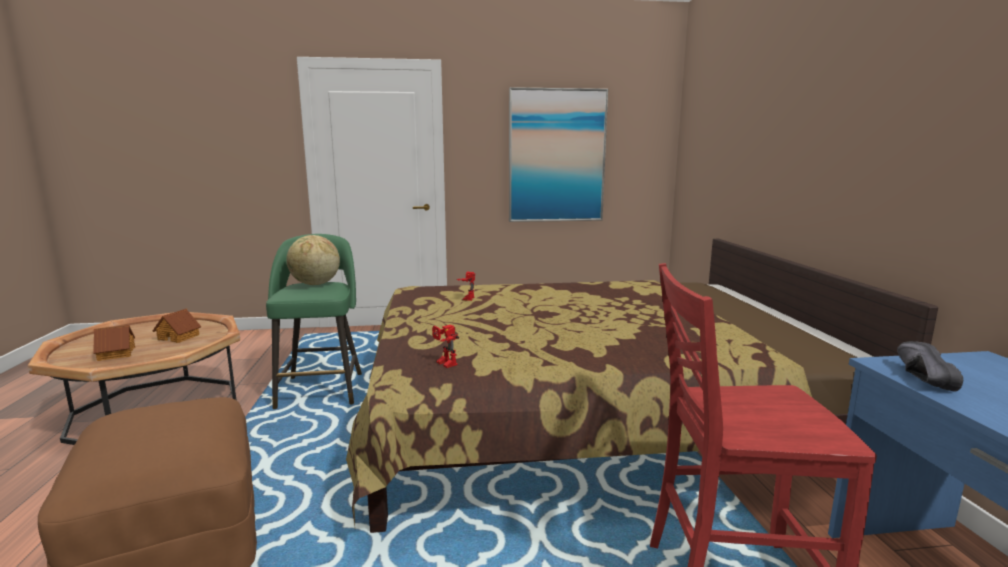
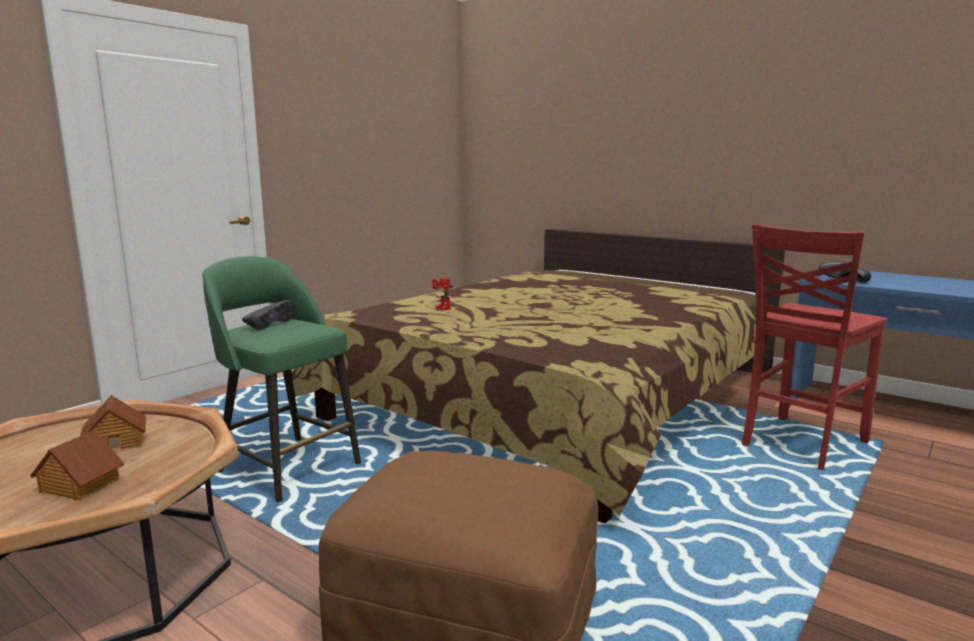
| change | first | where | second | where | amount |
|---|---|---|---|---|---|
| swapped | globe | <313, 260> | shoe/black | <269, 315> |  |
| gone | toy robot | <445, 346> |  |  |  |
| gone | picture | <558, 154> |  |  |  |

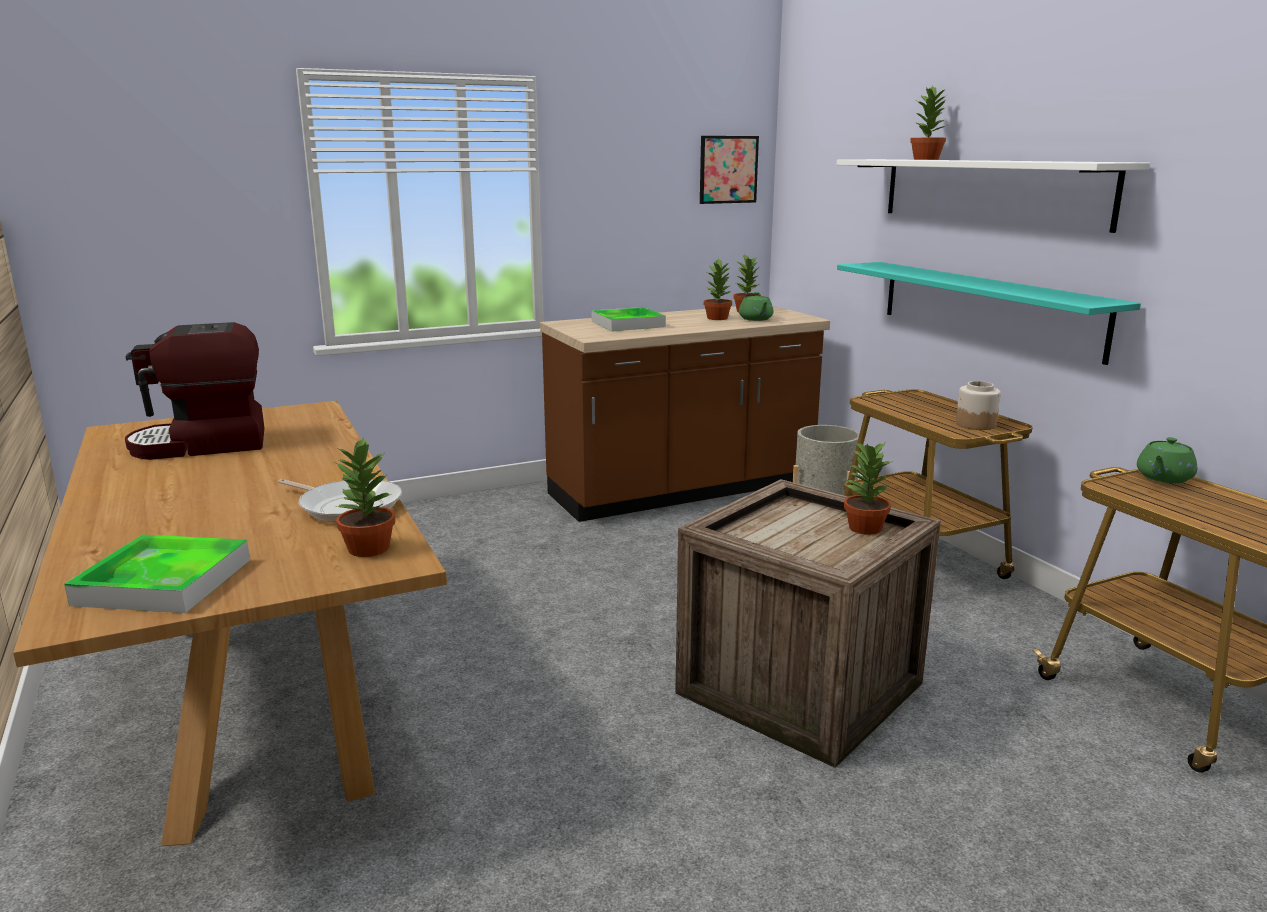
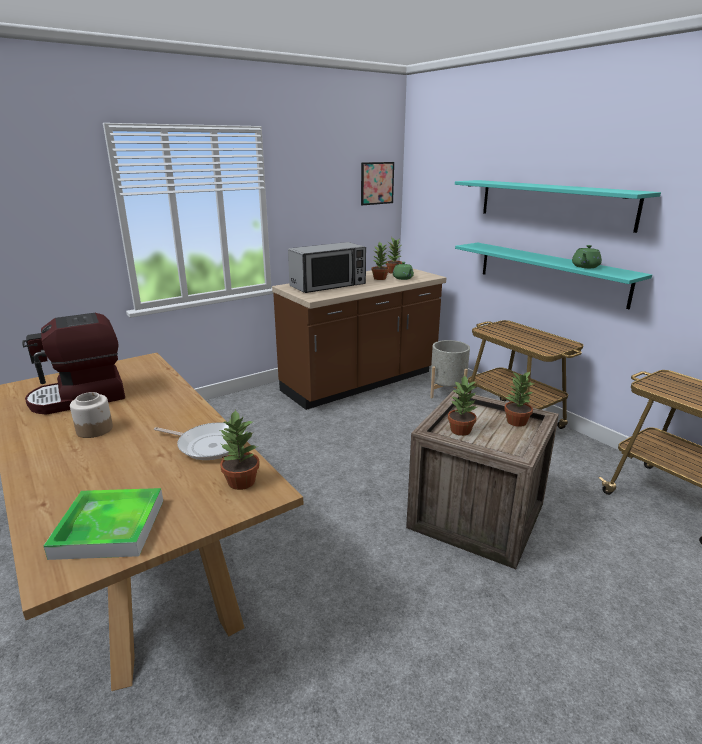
| change | first | where | second | where | amount |
|---|---|---|---|---|---|
| shifted | jar | <978, 405> |  | <91, 415> |  |
| swapped | tray | <629, 319> | microwave oven | <327, 267> |  |
| shifted | potted plant | <929, 123> |  | <462, 405> |  |
| repainted | bracket shelf/white-coloured | <993, 196> | bracket shelf/turquoise-coloured | <558, 206> |  |
| shifted | tea pot/green | <1167, 460> |  | <587, 256> |  |

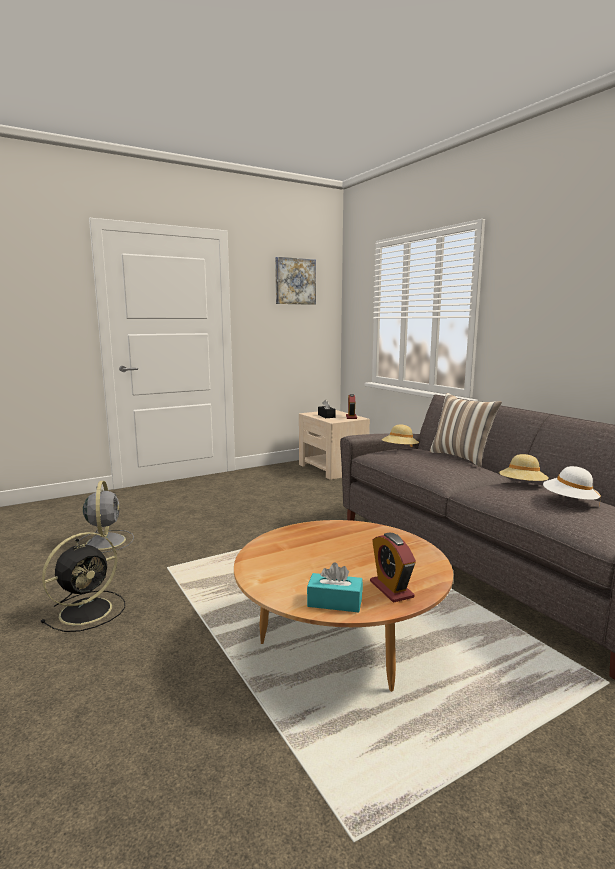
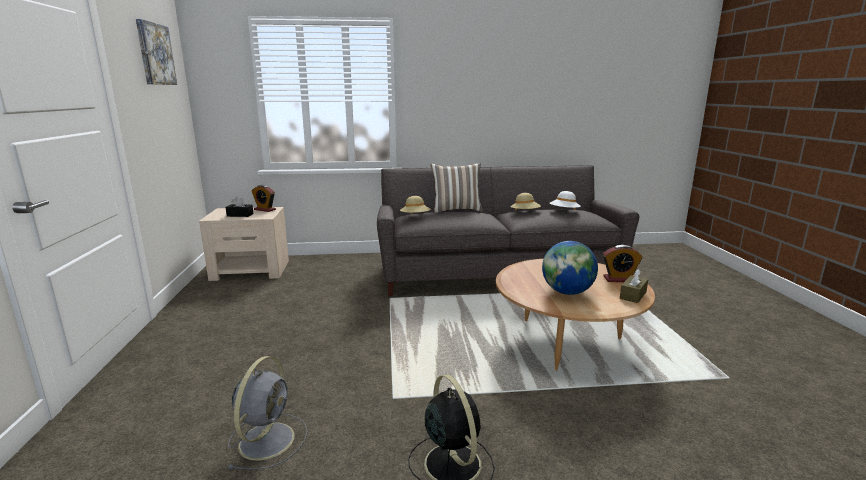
| change | first | where | second | where | amount |
|---|---|---|---|---|---|
| rotated | electric fan/greyish | <106, 517> |  | <267, 413> | 90 degrees clockwise |
| new |  |  | globe | <570, 268> |  |
| repainted | box of tissues/turquoise-coloured | <335, 587> | box of tissues/brown | <634, 286> |  |

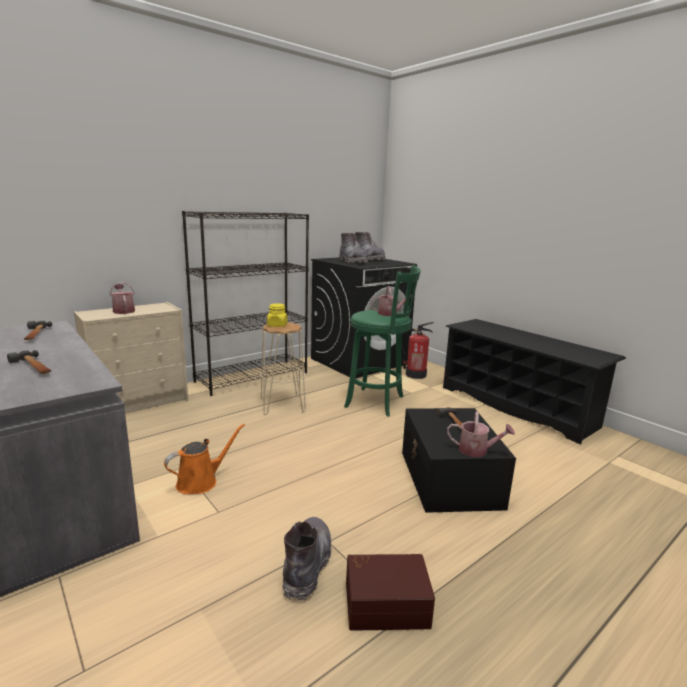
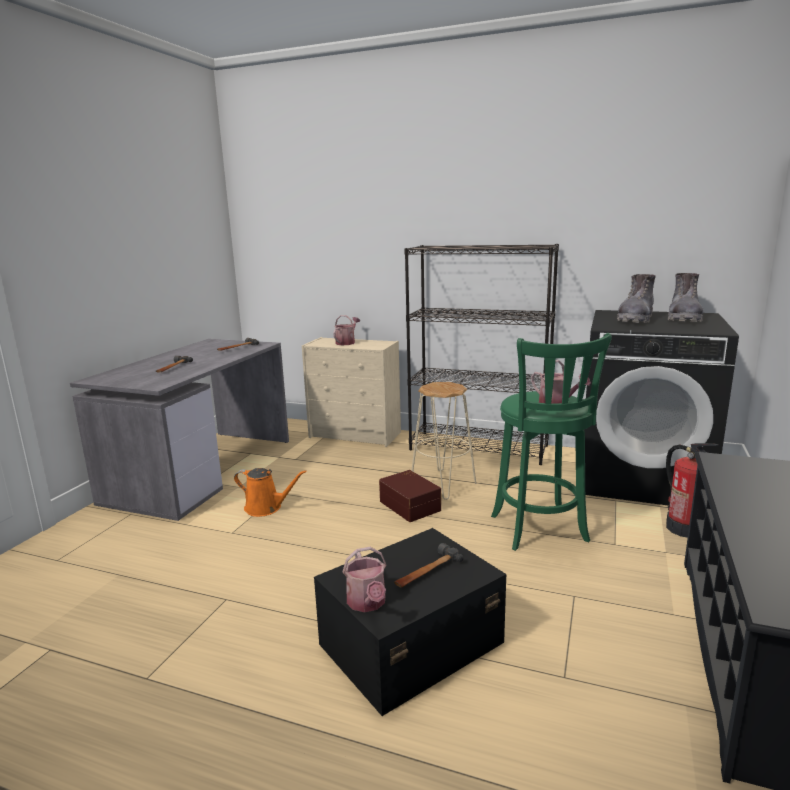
| change | first | where | second | where | amount |
|---|---|---|---|---|---|
| shifted | storage container/brown | <390, 592> |  | <410, 496> |  |
| gone | jar/yellowish | <277, 315> |  |  |  |
| gone | boot/greyish | <307, 559> |  |  |  |

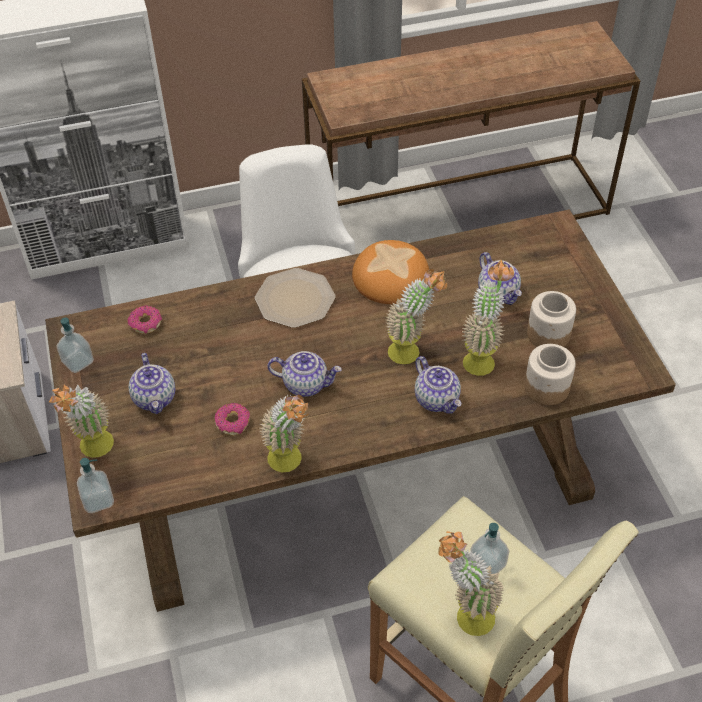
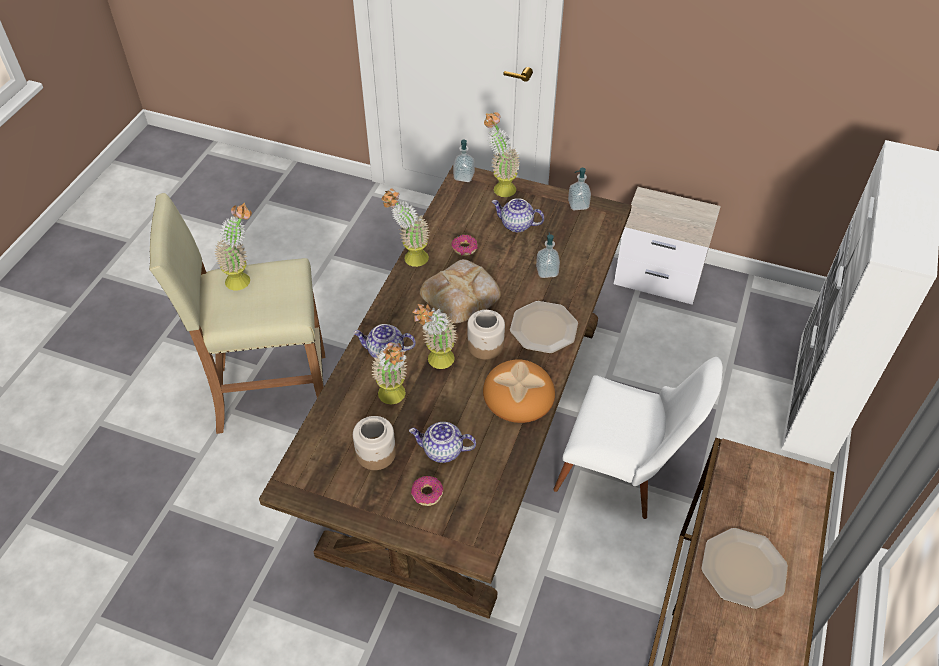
| change | first | where | second | where | amount |
|---|---|---|---|---|---|
| shifted | doughnut | <145, 320> |  | <427, 491> |  |
| swapped | tea pot | <304, 374> | bread | <460, 291> |  |
| shifted | jar | <550, 374> |  | <486, 335> |  |
| shifted | soap bottle | <489, 548> |  | <548, 255> |  |
| new |  |  | plate | <744, 568> |  |

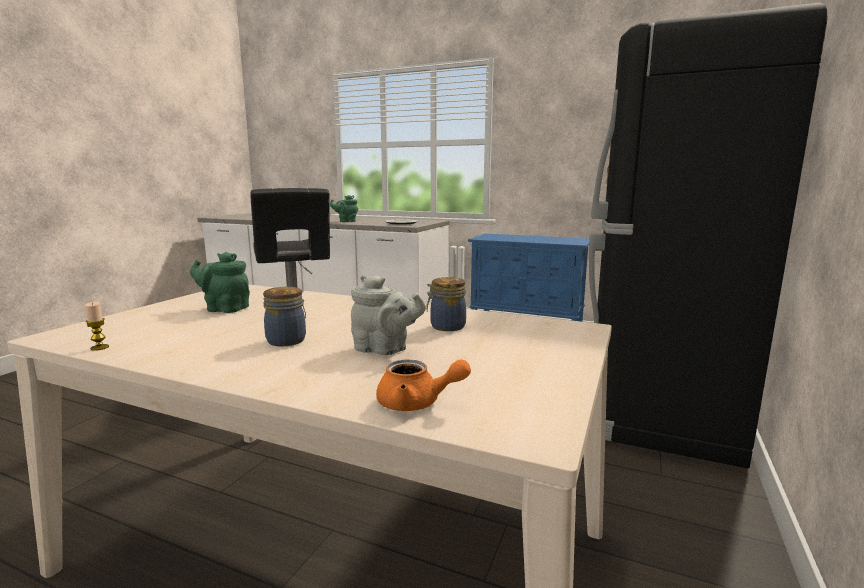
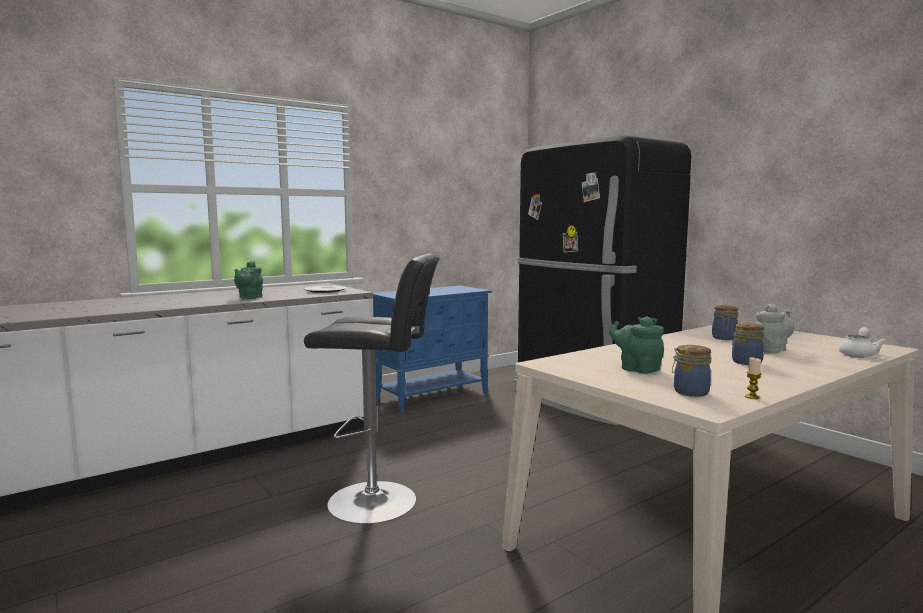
| change | first | where | second | where | amount |
|---|---|---|---|---|---|
| rotated | tea pot/green | <220, 282> |  | <636, 345> | 90 degrees clockwise |
| new |  |  | jar | <691, 371> |  |
| repainted | tea pot/orange | <423, 385> | tea pot/white-coloured | <862, 342> |  |

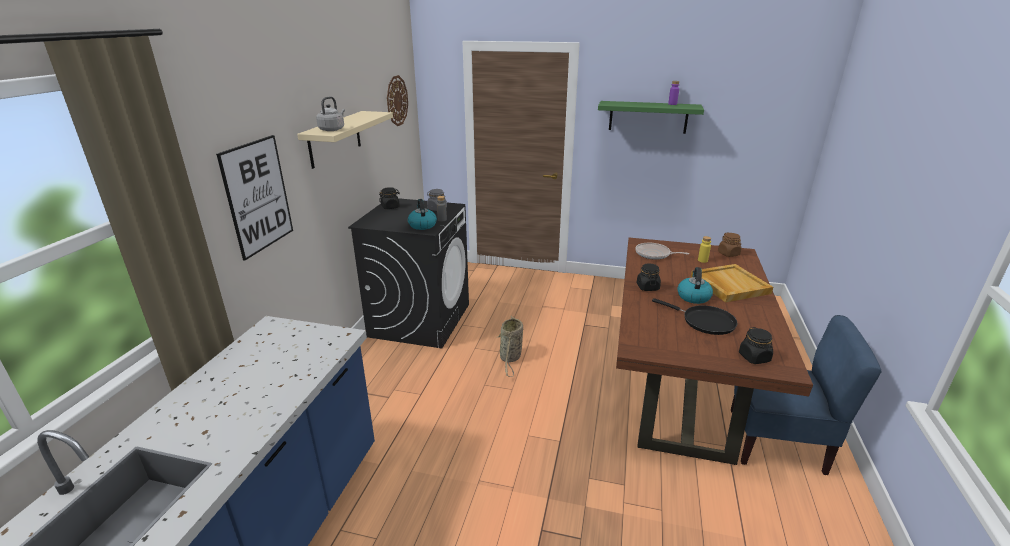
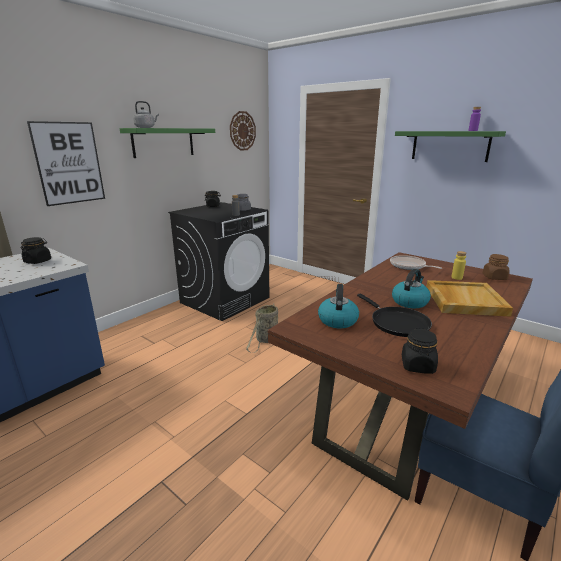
| change | first | where | second | where | amount |
|---|---|---|---|---|---|
| shifted | jar/black | <649, 277> |  | <36, 250> |  |
| repainted | bracket shelf/beige | <345, 140> | bracket shelf/green | <167, 143> |  |
| shifted | tea kettle | <422, 214> |  | <338, 306> |  |

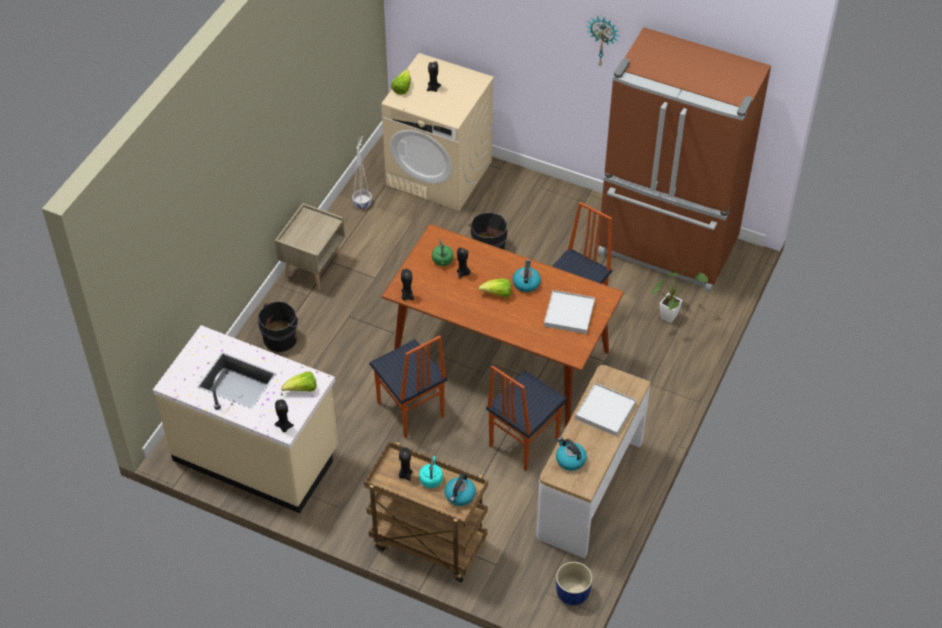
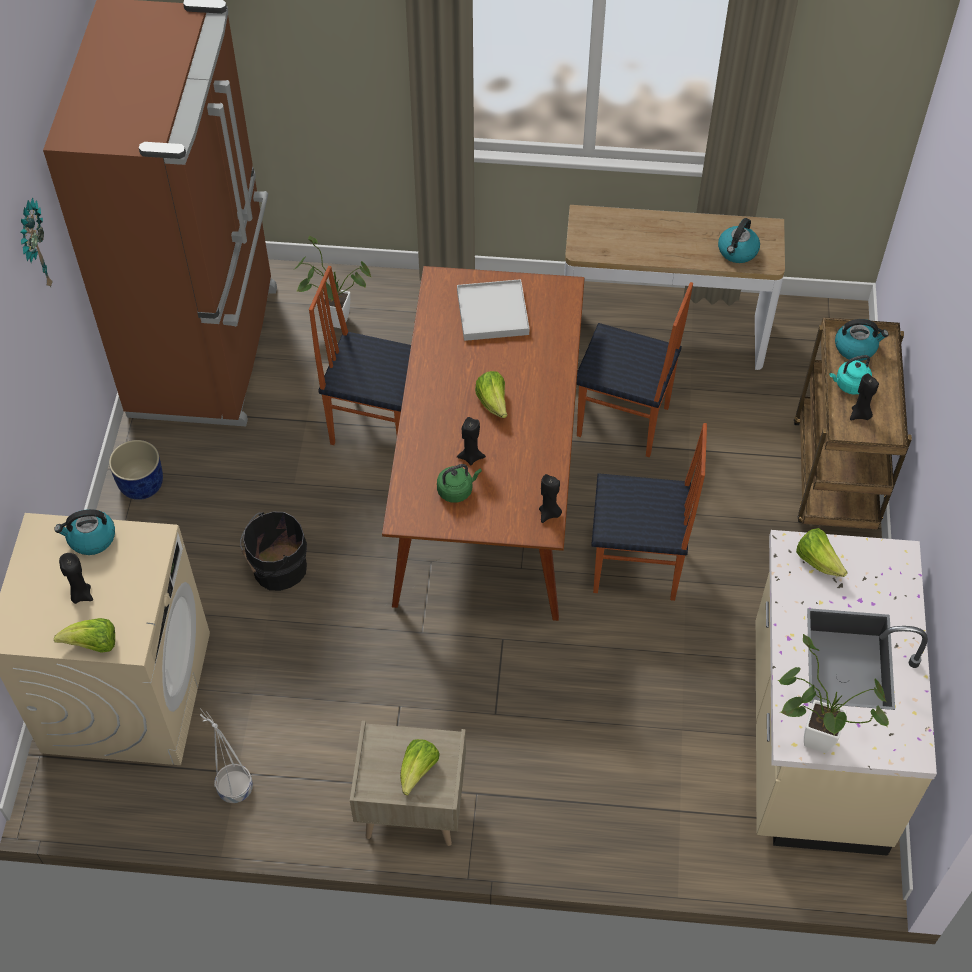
| change | first | where | second | where | amount |
|---|---|---|---|---|---|
| shifted | tea kettle | <527, 276> |  | <84, 532> |  |
| shifted | flower pot/blue-coloured | <574, 584> |  | <136, 470> |  |
| new |  |  | lettuce | <420, 767> |  |
| rotated | plain chair | <408, 386> |  | <649, 512> | 60 degrees clockwise |
| new |  |  | potted plant | <833, 693> |  |
| gone | water bucket/black | <280, 326> |  |  |  |
| gone | wax light/black | <284, 415> |  |  |  |
| gone | tray/white-coloured | <605, 409> |  |  |  |

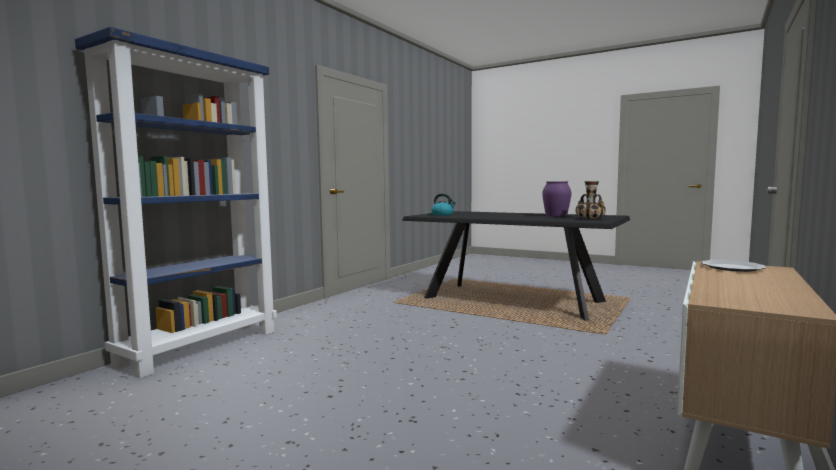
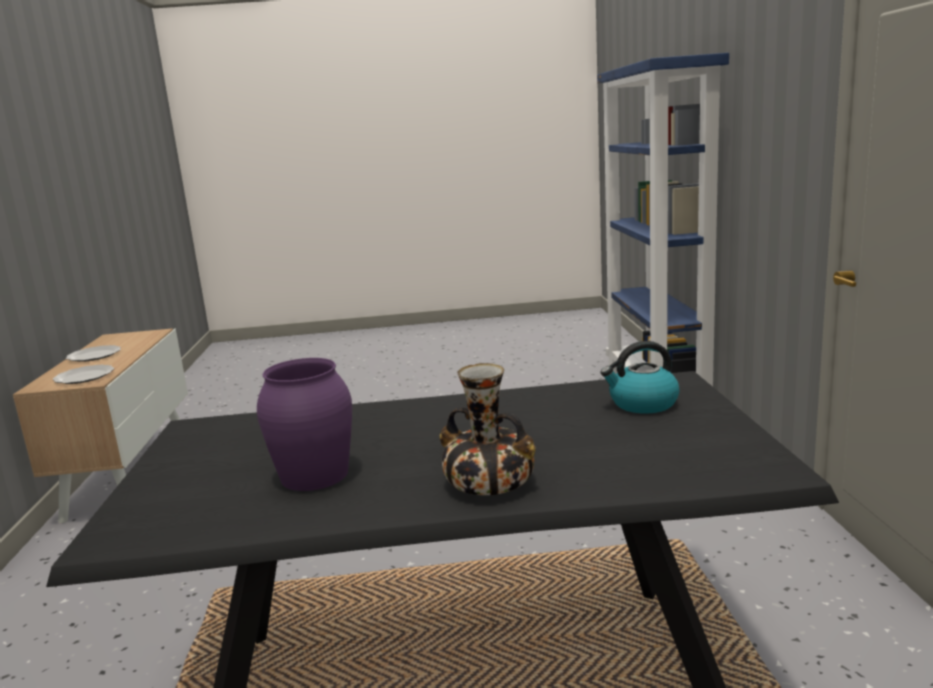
| change | first | where | second | where | amount |
|---|---|---|---|---|---|
| new |  |  | plate | <93, 353> |  |
| shifted | flower vase | <590, 200> |  | <487, 429> |  |

